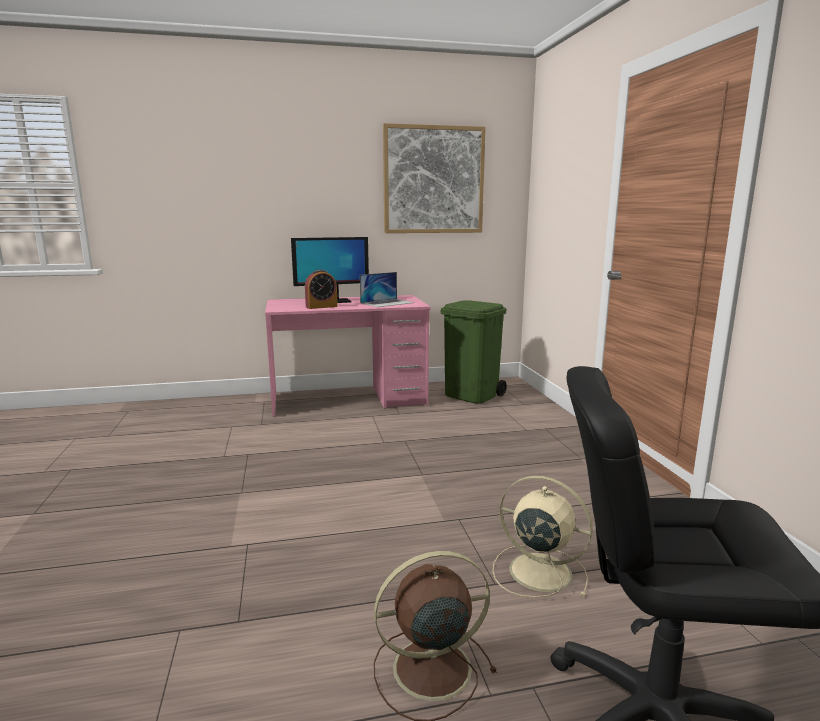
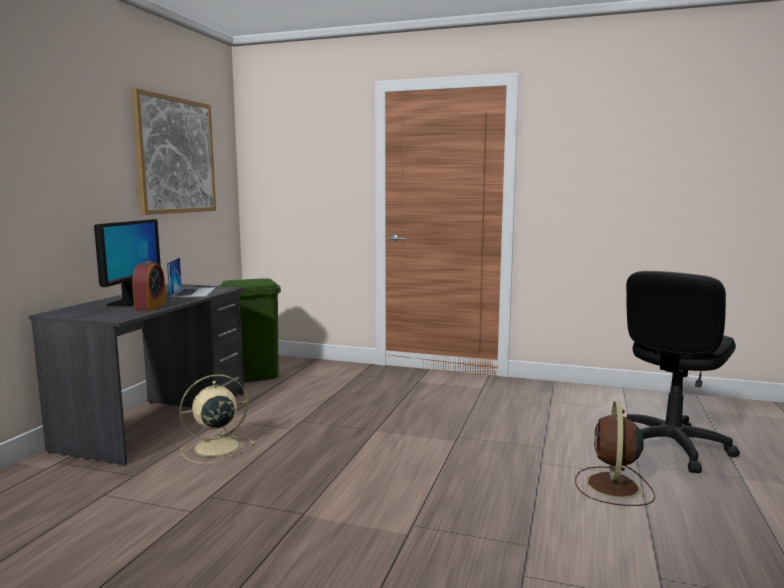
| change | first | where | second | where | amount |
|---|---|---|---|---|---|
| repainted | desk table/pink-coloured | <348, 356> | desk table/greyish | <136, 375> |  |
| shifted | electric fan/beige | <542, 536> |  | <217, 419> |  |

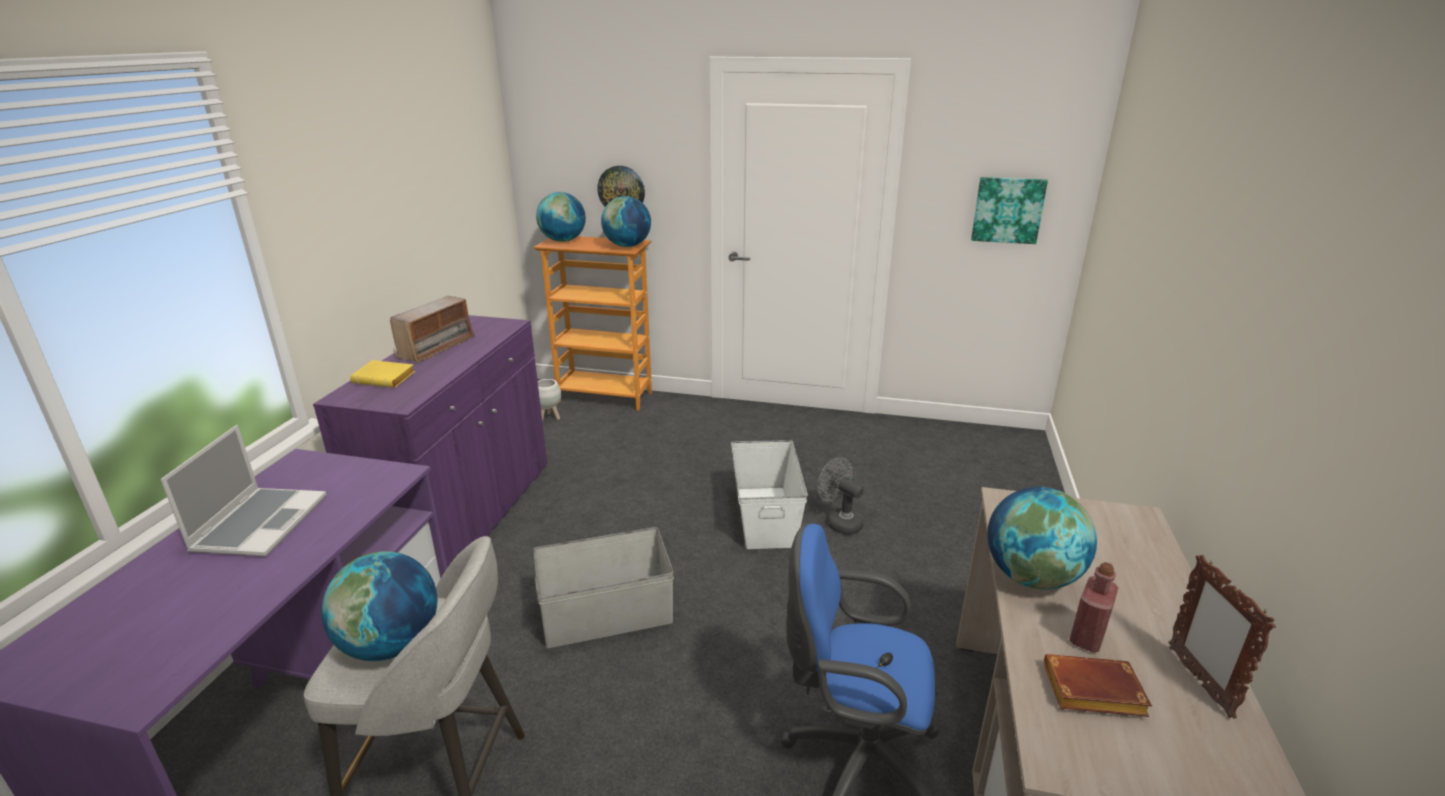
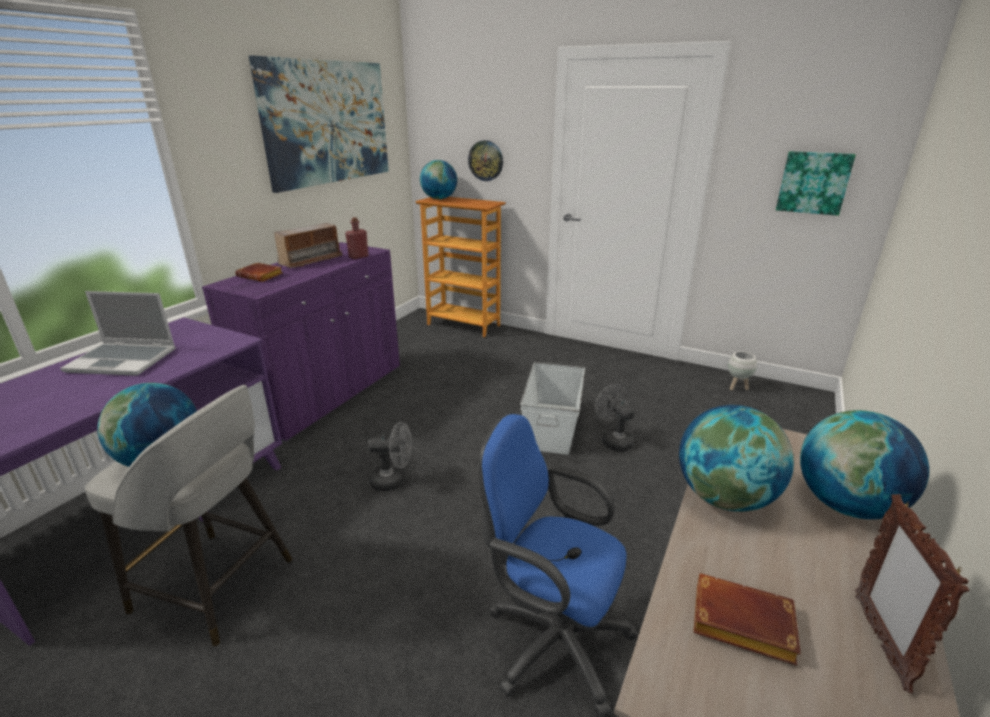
| change | first | where | second | where | amount |
|---|---|---|---|---|---|
| rotated | notebook computer | <243, 490> |  | <118, 333> | 75 degrees clockwise |
| repainted | book/yellowish | <382, 374> | book/brown | <259, 272> |  |
| new |  |  | picture | <319, 124> |  |
| shifted | beverage bottle/red-coloured | <1094, 607> |  | <356, 238> |  |
| swapped | storage container/greyish | <603, 587> | electric fan/greyish | <390, 456> |  |
| shifted | flower pot/white-coloured | <549, 400> |  | <742, 370> |  |
| shifted | globe | <626, 221> |  | <864, 464> |  |

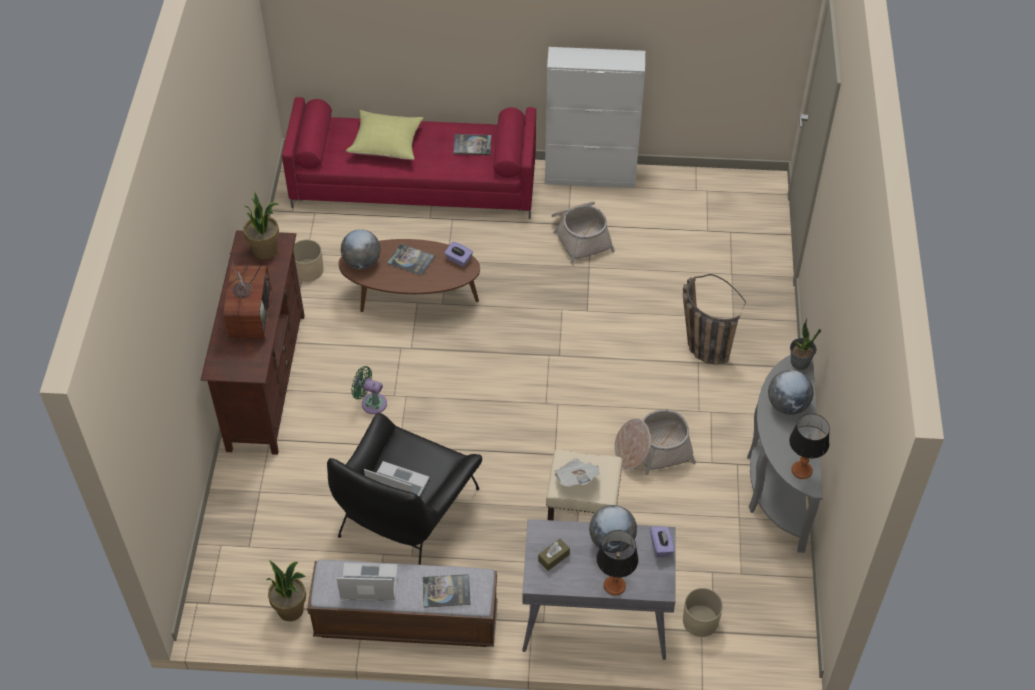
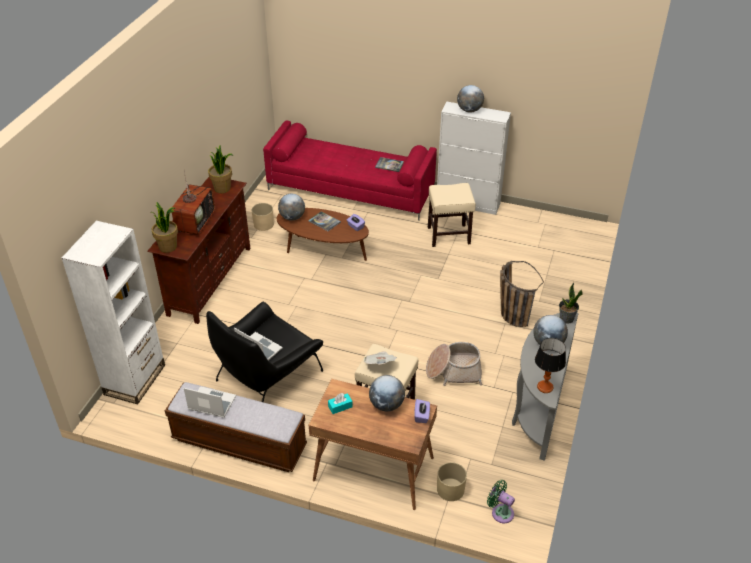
| change | first | where | second | where | amount |
|---|---|---|---|---|---|
| new |  |  | shelving unit/white-coloured | <113, 312> |  |
| shifted | potted plant | <286, 591> |  | <164, 227> |  |
| repainted | desk table/greyish | <599, 589> | desk table/brown | <373, 444> |  |
| repainted | box of tissues/brown | <554, 555> | box of tissues/turquoise-coloured | <340, 403> |  |
| swapped | household basket | <583, 233> | stool seat/beige | <452, 215> |  |
| new |  |  | globe | <470, 98> |  |
| shifted | electric fan/green | <369, 390> |  | <501, 501> |  |
| gone | cushion/yellowish | <385, 135> |  |  |  |
| gone | book | <446, 591> |  |  |  |
| gone | tabletop lamp | <617, 563> |  |  |  |

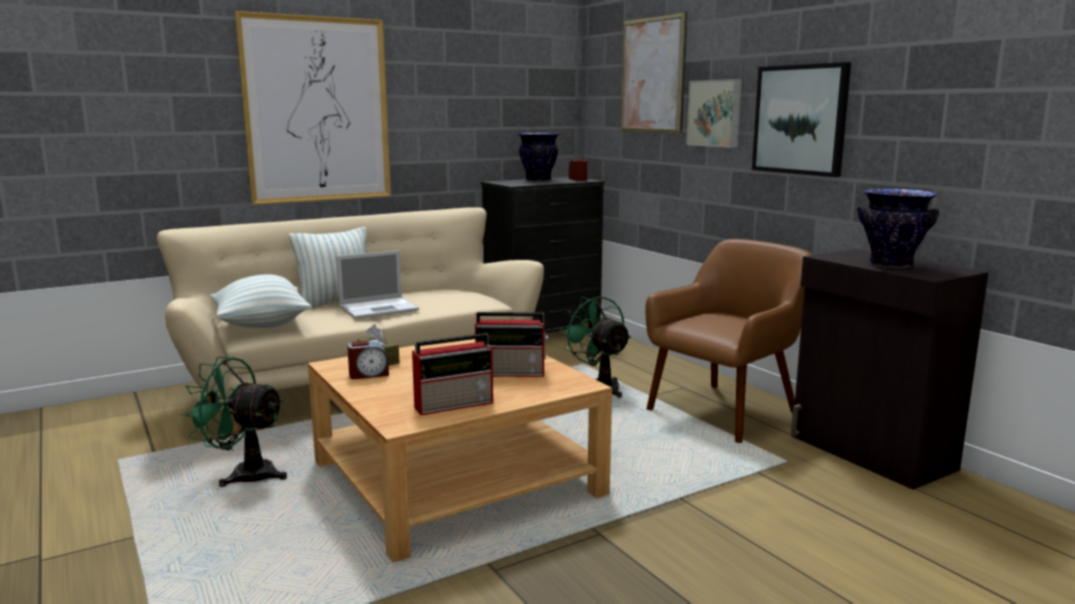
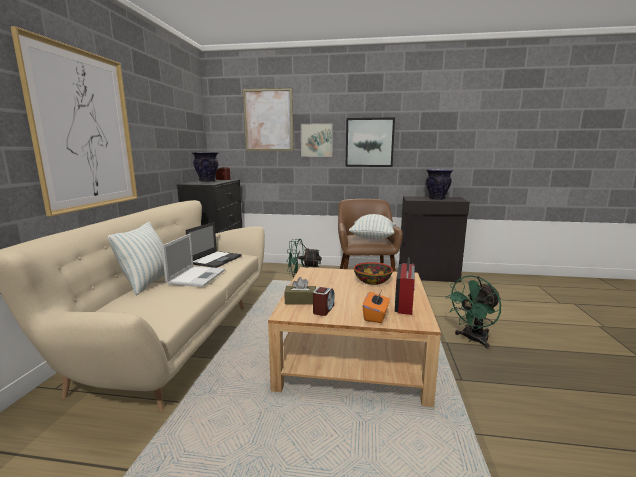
| change | first | where | second | where | amount |
|---|---|---|---|---|---|
| new |  |  | notebook computer | <213, 245> |  |
| shifted | cushion | <261, 301> |  | <372, 226> |  |
| swapped | radio | <511, 344> | bowl | <373, 273> |  |
| new |  |  | box of tissues/orange | <376, 306> |  |
| shifted | electric fan/green | <234, 422> |  | <473, 312> |  |

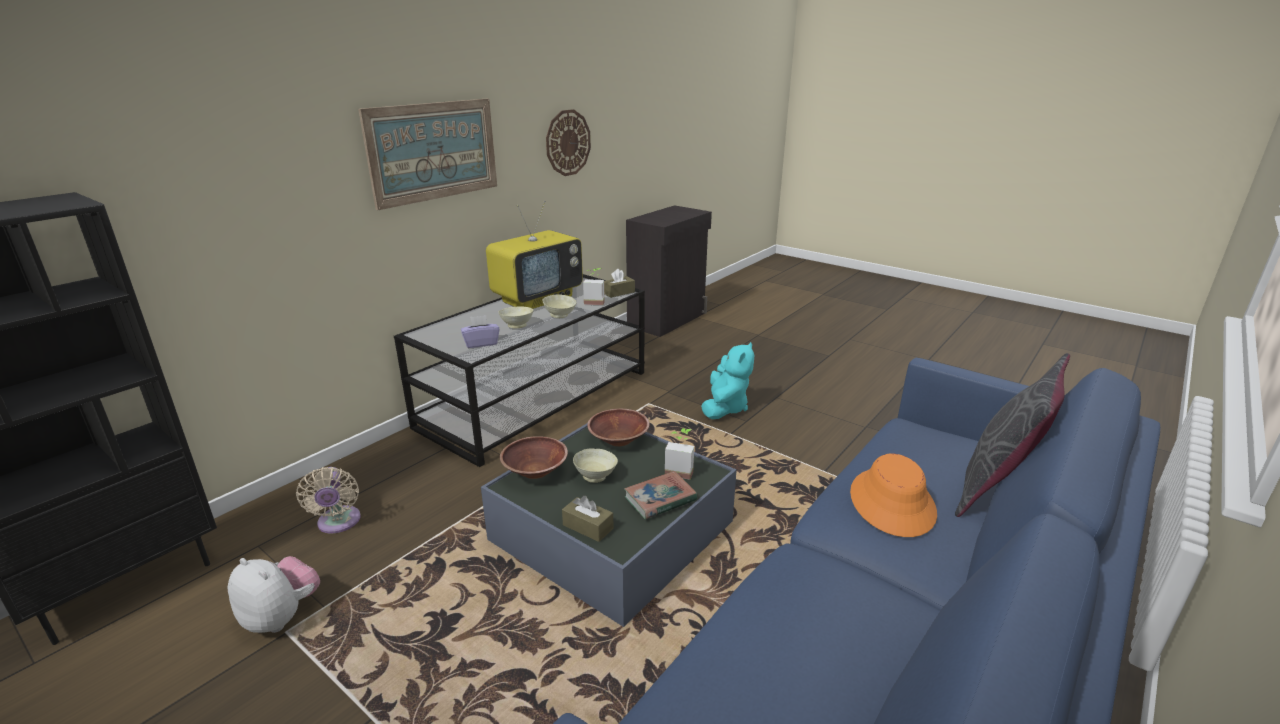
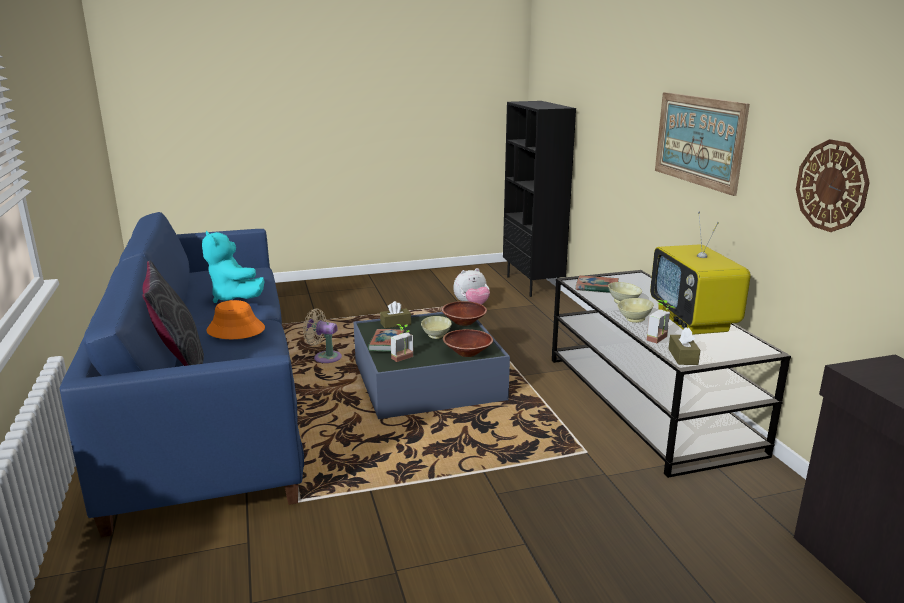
| change | first | where | second | where | amount |
|---|---|---|---|---|---|
| shifted | soft toy/turquoise-coloured | <727, 380> |  | <233, 267> |  |
| shifted | electric fan/beige | <328, 500> |  | <322, 336> |  |
| swapped | box of tissues/purple | <480, 331> | book | <597, 284> |  |

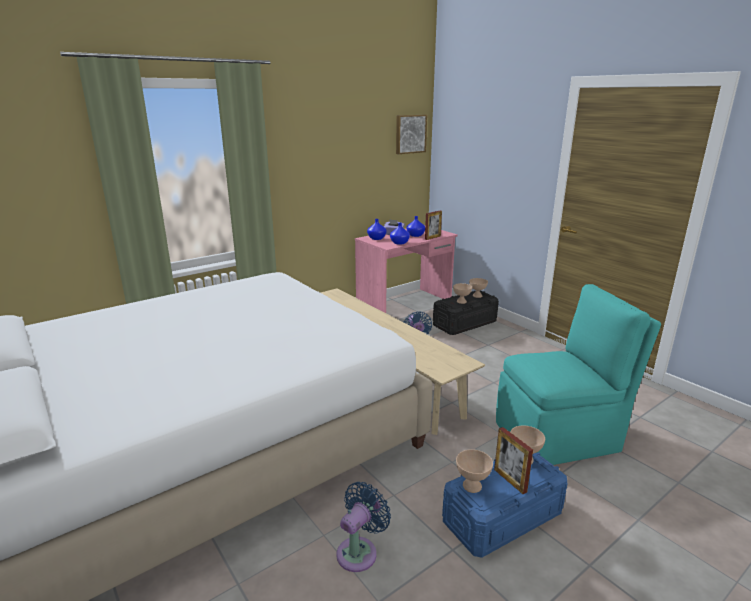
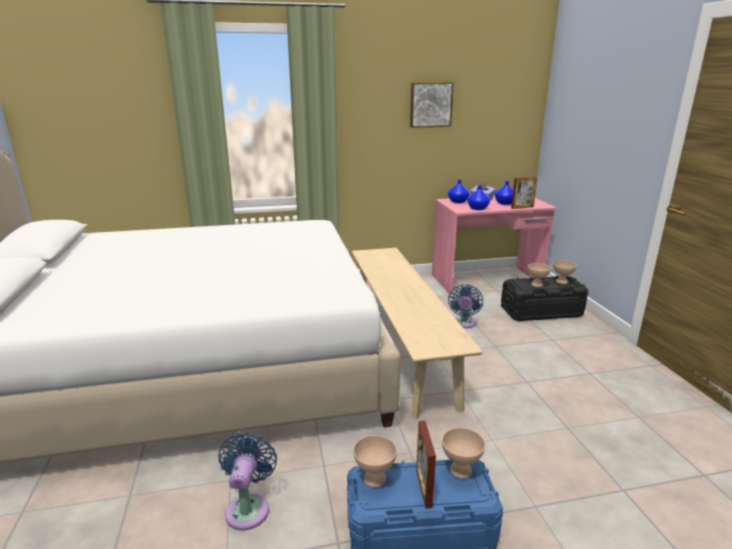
| change | first | where | second | where | amount |
|---|---|---|---|---|---|
| rotated | electric fan/blue-coloured | <363, 527> |  | <247, 481> | 60 degrees counterclockwise |
| shifted | picture | <411, 134> |  | <432, 105> |  |
| gone | plain chair/turquoise-coloured | <578, 374> |  |  |  |

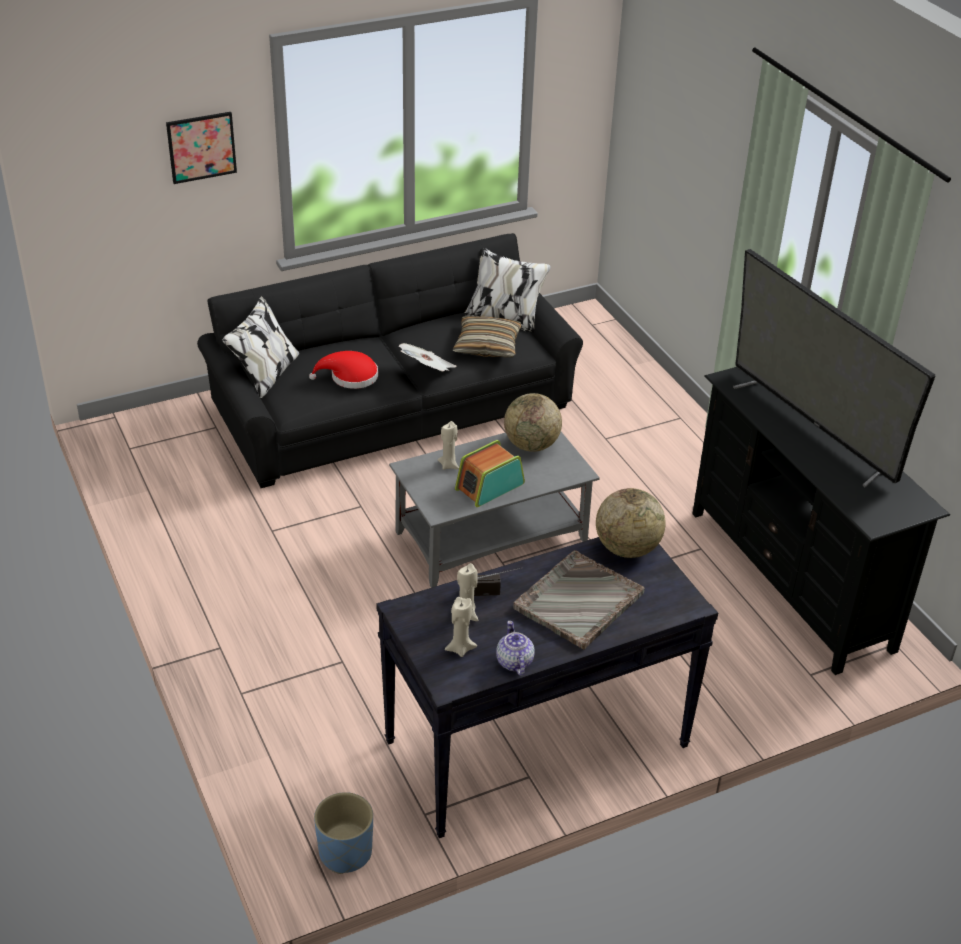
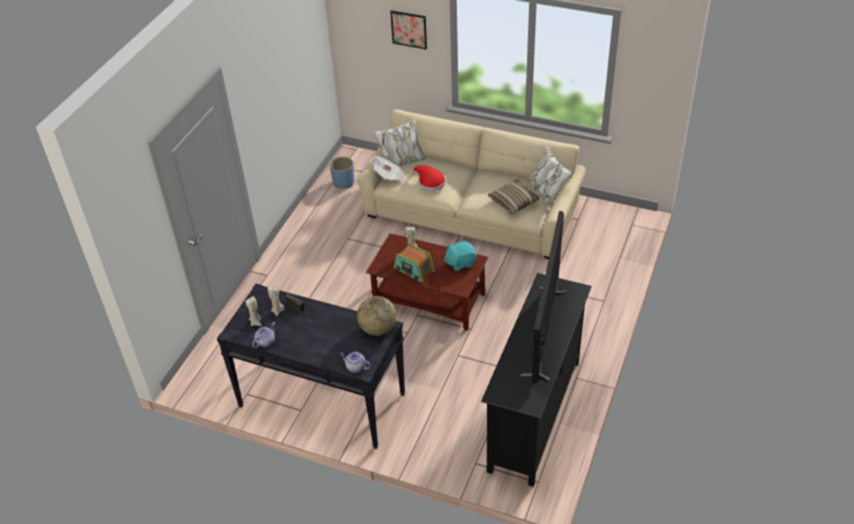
| change | first | where | second | where | amount |
|---|---|---|---|---|---|
| shifted | flower pot/blue-coloured | <343, 833> |  | <342, 173> |  |
| new |  |  | tea pot | <355, 362> |  |
| repainted | couch/black | <390, 360> | couch/beige | <471, 184> |  |
| repainted | low table/greyish | <494, 510> | low table/brown | <427, 282> |  |
| shifted | daily paper | <428, 357> |  | <388, 168> |  |
| rotated | radio | <490, 473> |  | <414, 263> | 150 degrees counterclockwise |
| swapped | globe | <533, 422> | soft toy/turquoise-coloured | <460, 256> |  |
| gone | tray/greyish | <579, 600> |  |  |  |

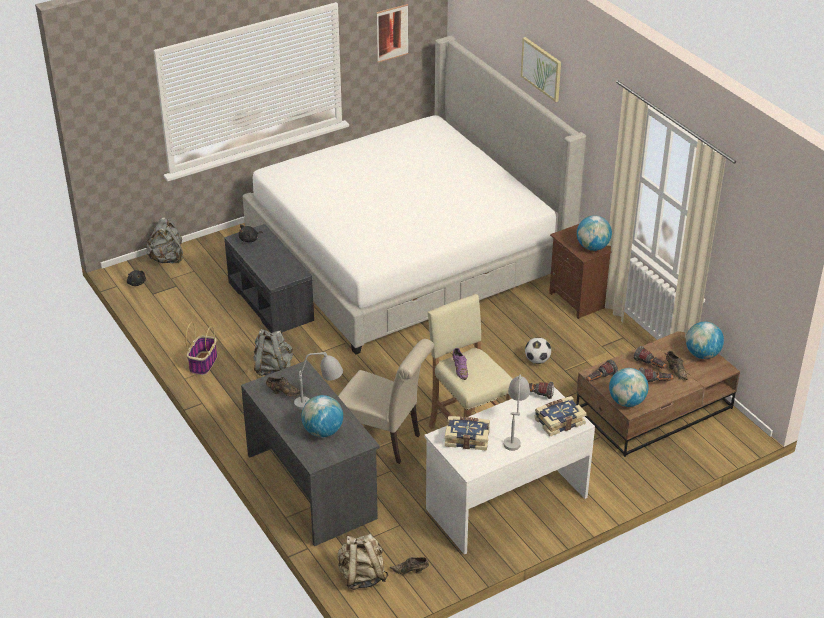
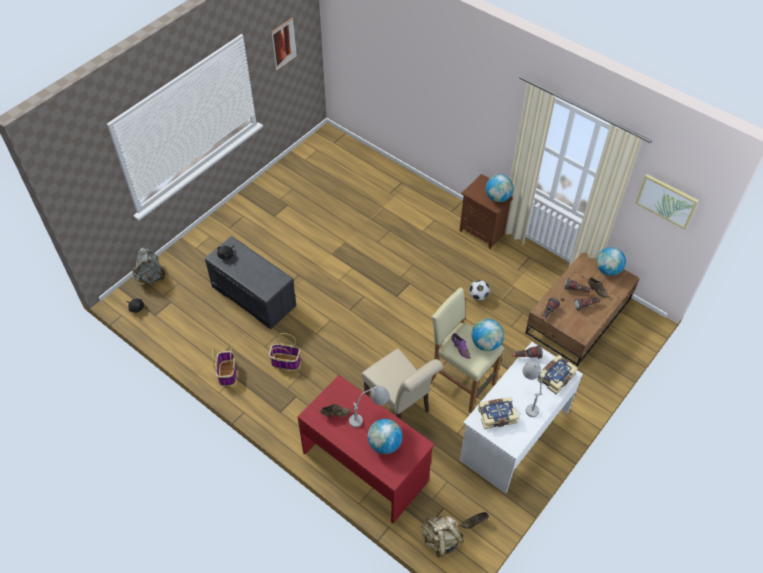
| change | first | where | second | where | amount |
|---|---|---|---|---|---|
| swapped | rucksack/greyish | <273, 352> | household basket | <285, 351> |  |
| repainted | desk table/greyish | <310, 453> | desk table/red-coloured | <366, 449> |  |
| rotated | plain chair/beige | <386, 401> |  | <402, 384> | 45 degrees clockwise |
| shifted | globe | <628, 387> |  | <488, 335> |  |
| shifted | picture | <541, 69> |  | <667, 201> |  |
| gone | sleeping bed | <414, 195> |  |  |  |

